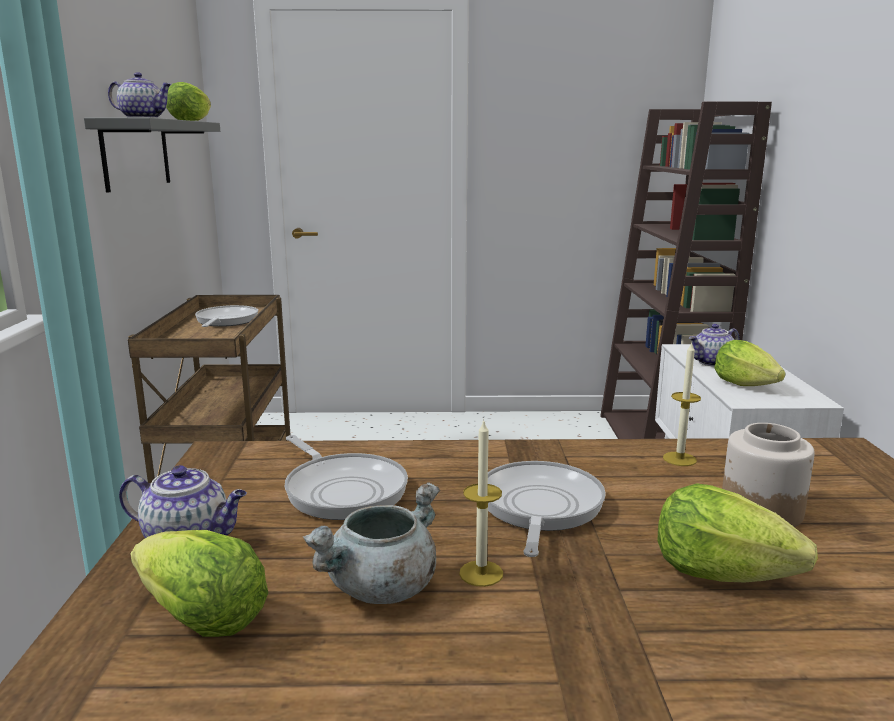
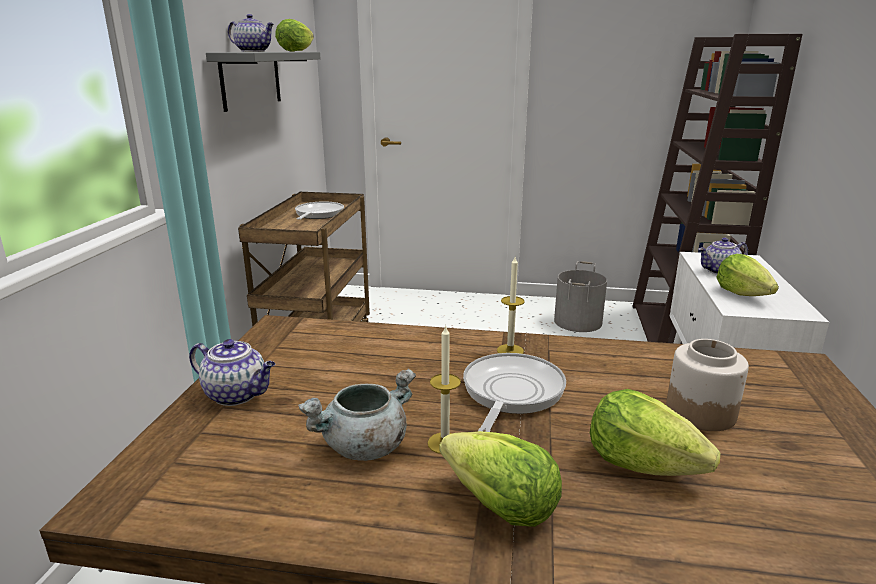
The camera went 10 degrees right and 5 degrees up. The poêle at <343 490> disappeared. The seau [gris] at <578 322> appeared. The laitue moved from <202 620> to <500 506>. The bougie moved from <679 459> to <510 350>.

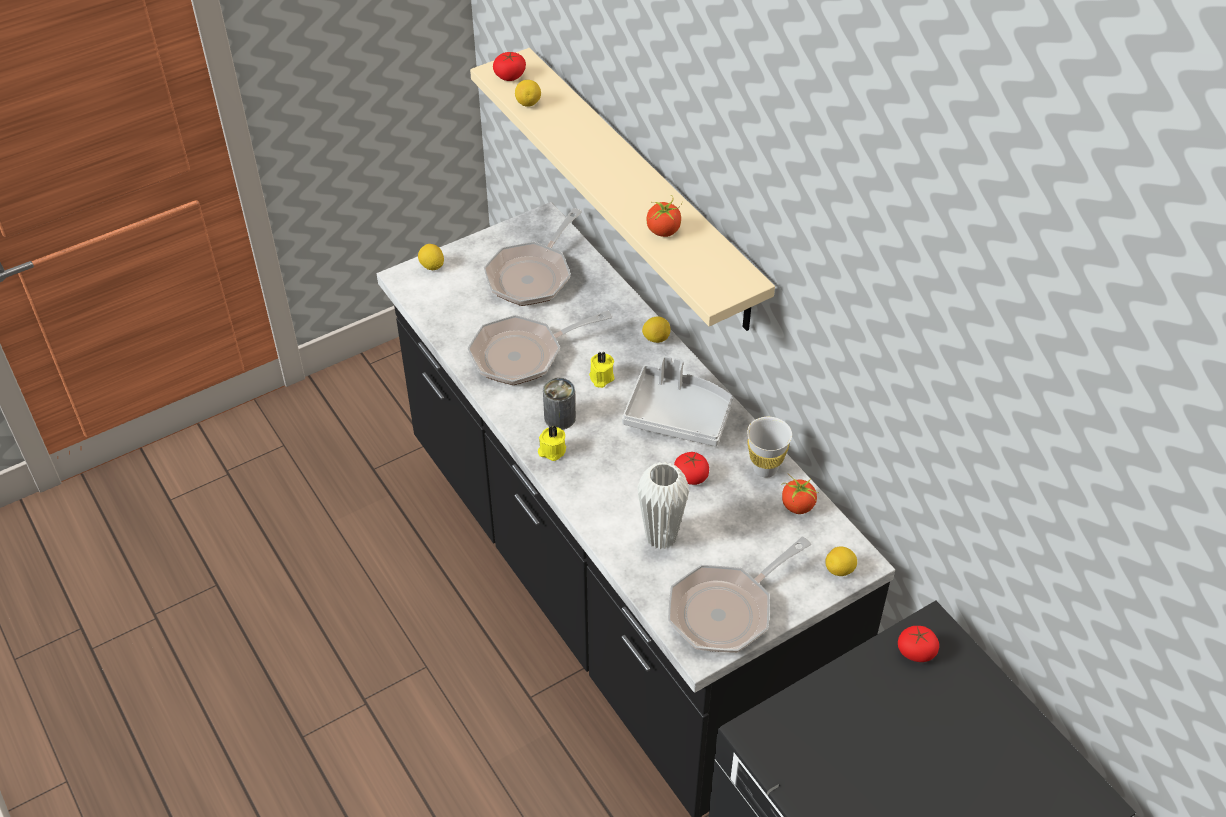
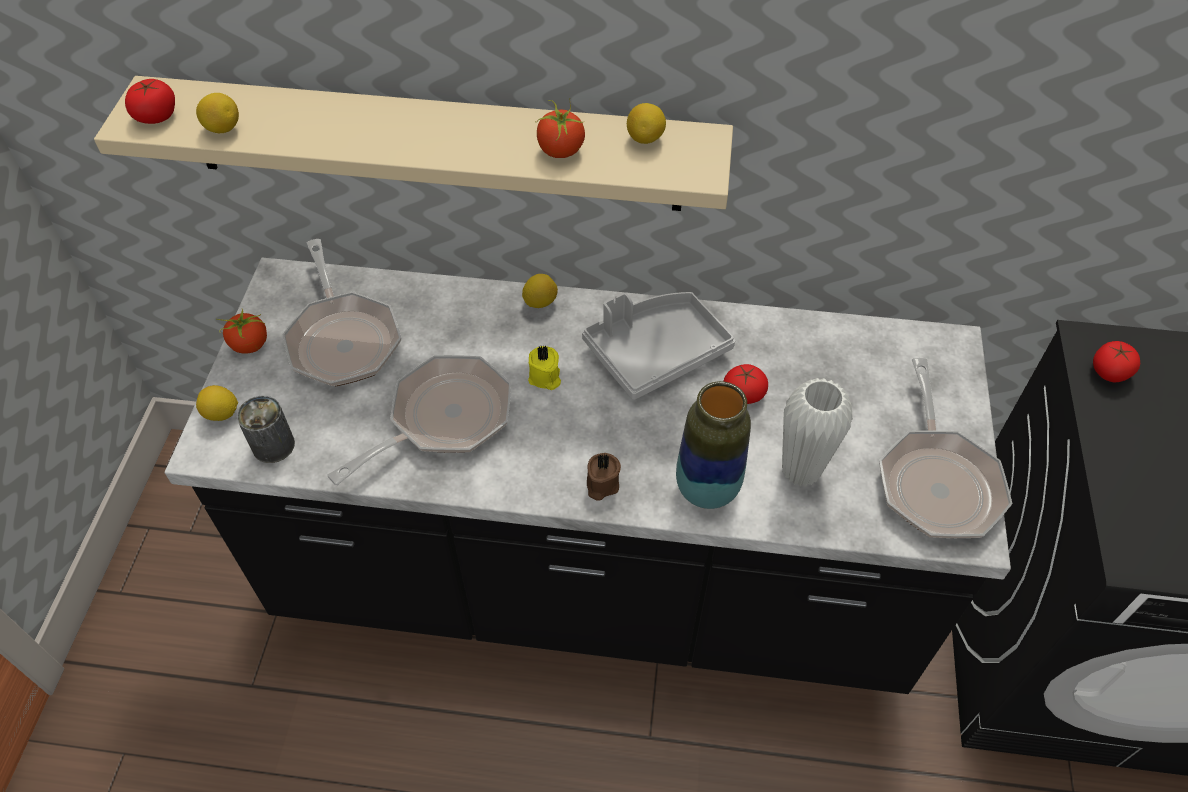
The camera went 50 degrees left and 5 degrees up. The tasse [blanc] at <765 468> disappeared. The vase at <707 489> appeared. The boîte métallique moved from <560 417> to <273 445>. The tomate moved from <797 506> to <249 345>. The citron moved from <839 570> to <645 139>. The bougie [jaune] at <552 451> became the bougie [marron] at <601 485>. The poêle at <523 354> turned 150 degrees counterclockwise.

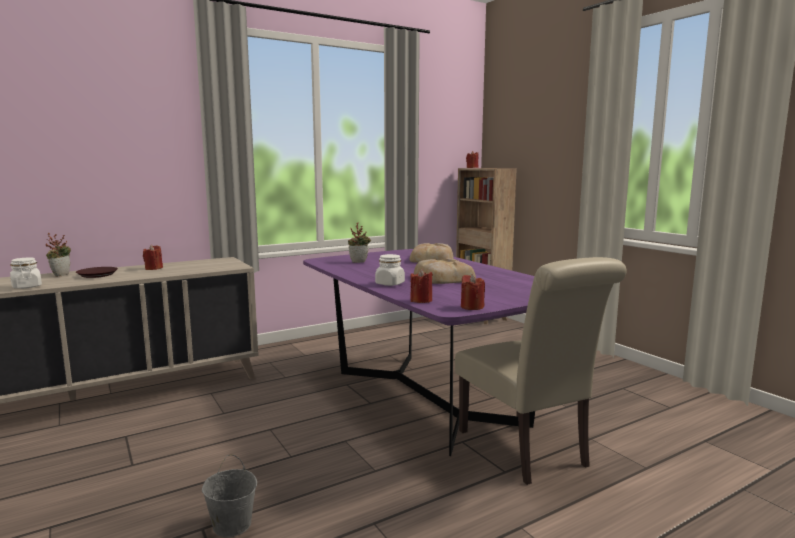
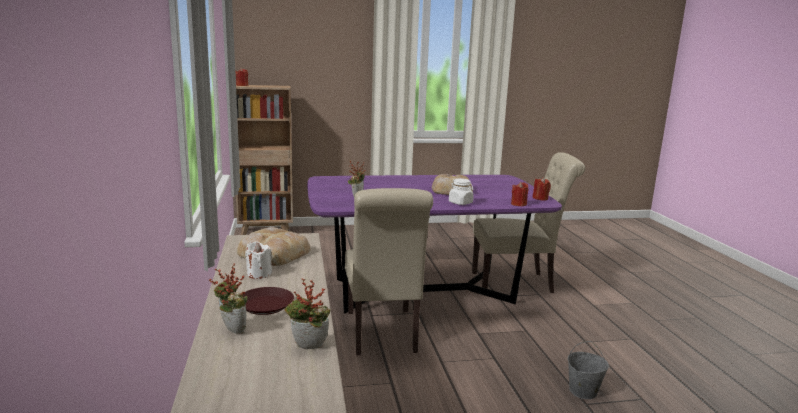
The camera went 70 degrees left and 5 degrees up. The chaise [beige] at <382 334> appeared. The pain moved from <432 259> to <273 253>. The bocal [blanc] at <26 286> was replaced by the plante en pot at <308 348>. The bougie [rouge] at <154 268> became the bougie [blanc] at <259 274>.

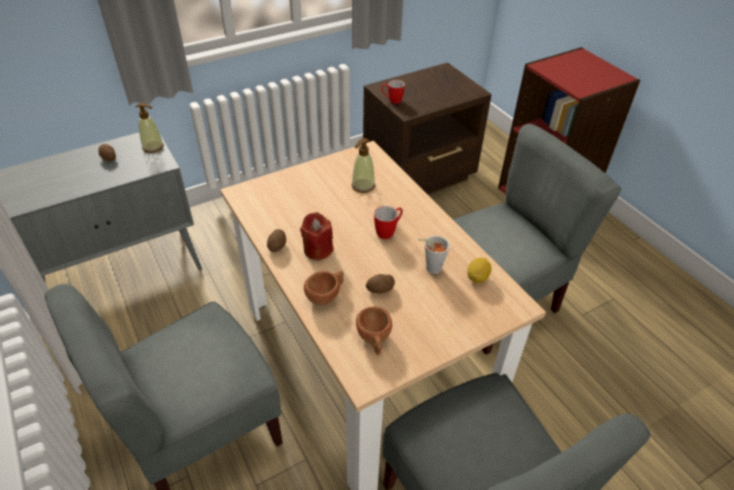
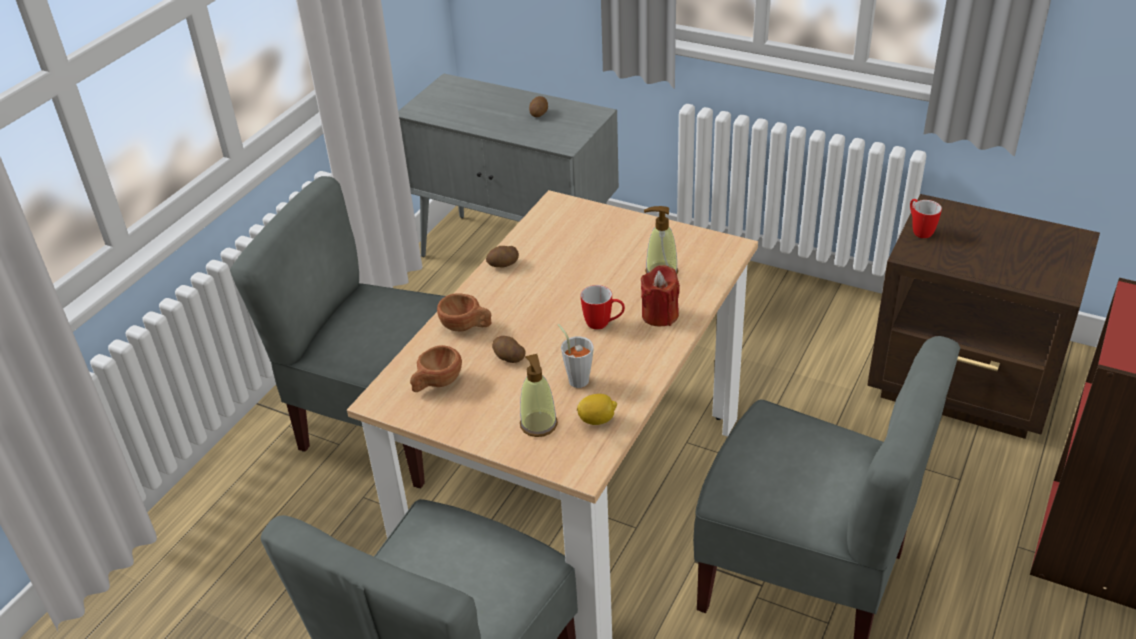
The camera went 60 degrees right and 5 degrees down. The distributeur de savon moved from <153 147> to <538 424>. The bougie [rouge] moved from <318 250> to <660 315>.

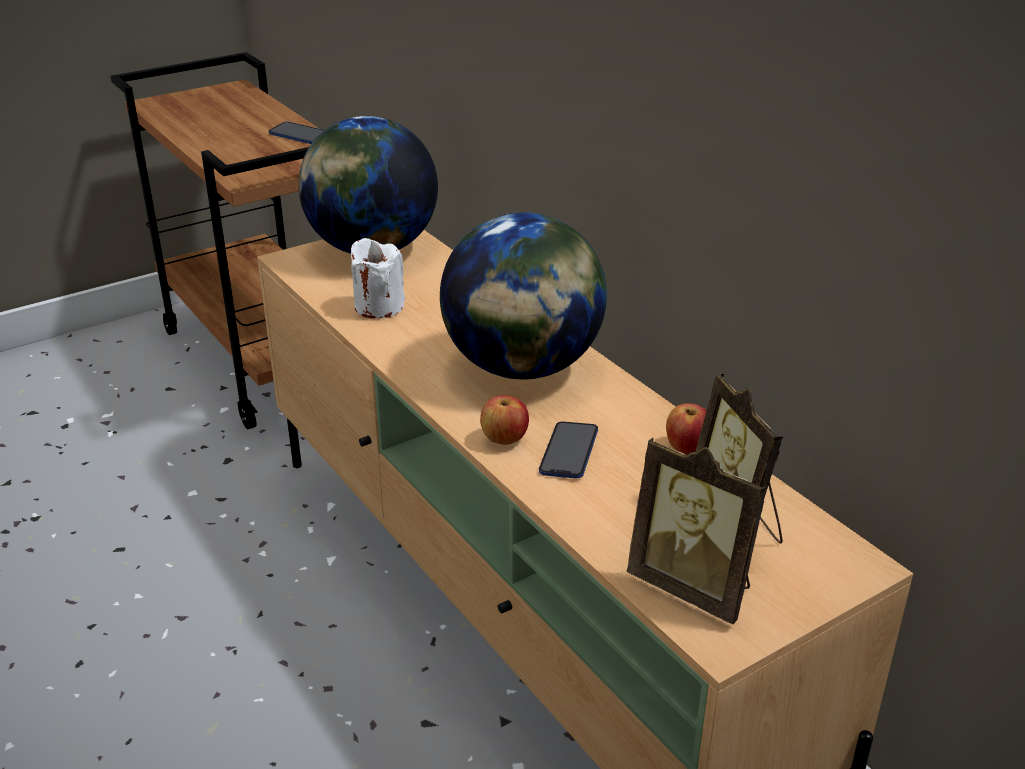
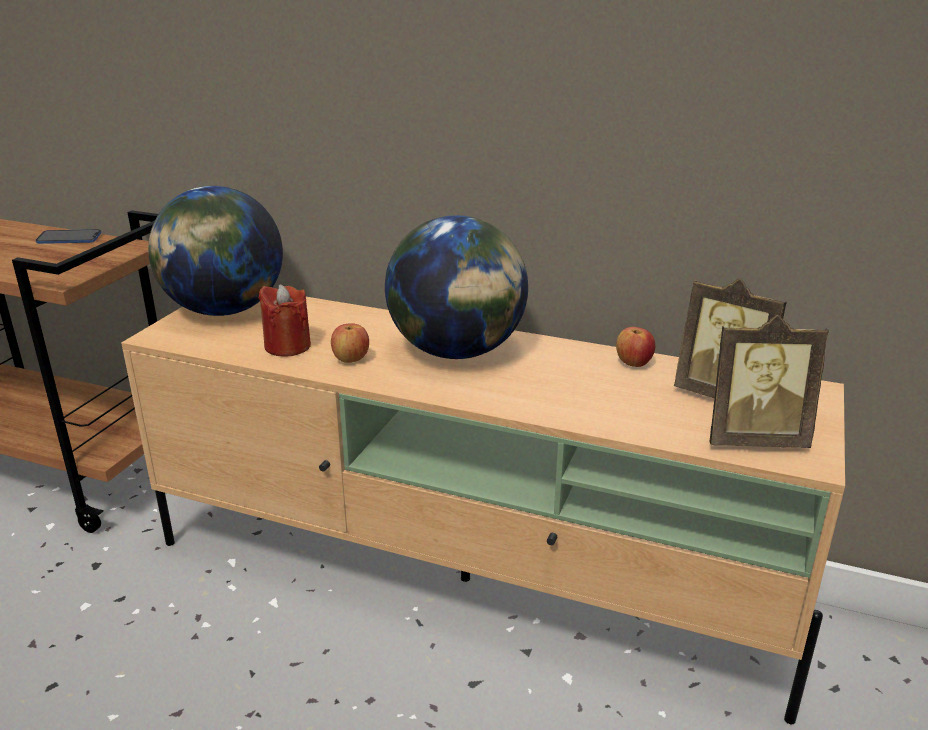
The camera went 35 degrees left and 5 degrees down. The téléphone at <569 452> disappeared. The pomme moved from <504 439> to <351 359>. The bougie [blanc] at <379 306> became the bougie [rouge] at <287 346>.

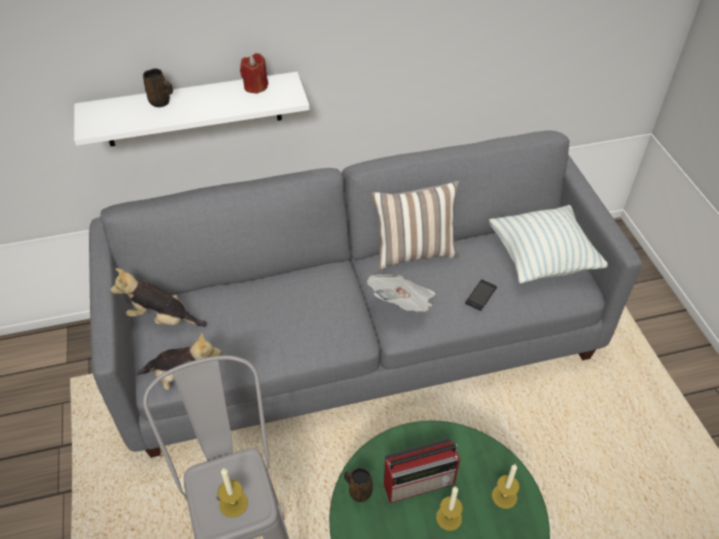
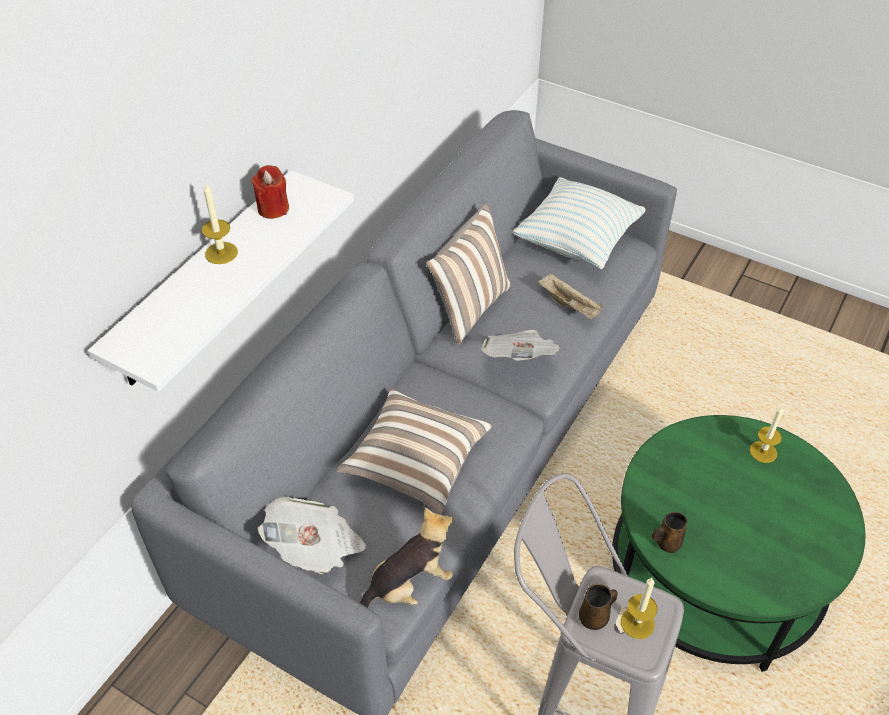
The camera went 45 degrees left and 0 degrees up. The radio at <420 483> disappeared. The coussin at <416 462> appeared. The mug [marron] moved from <161 102> to <595 617>. The bougie moved from <449 518> to <221 253>. The peluche at <163 319> was replaced by the journal at <316 548>. The téléphone at <481 295> was replaced by the plateau [beige] at <570 305>.

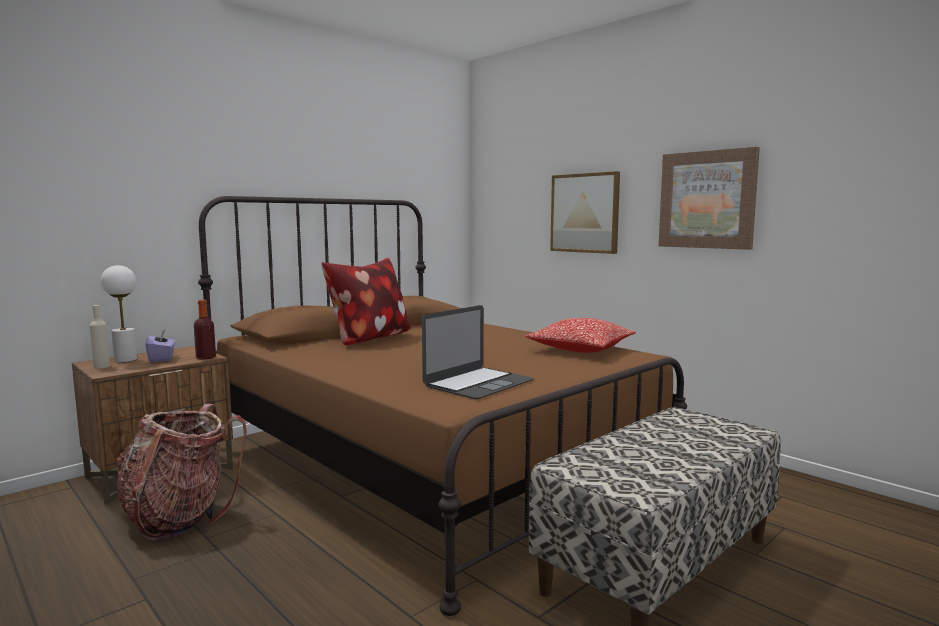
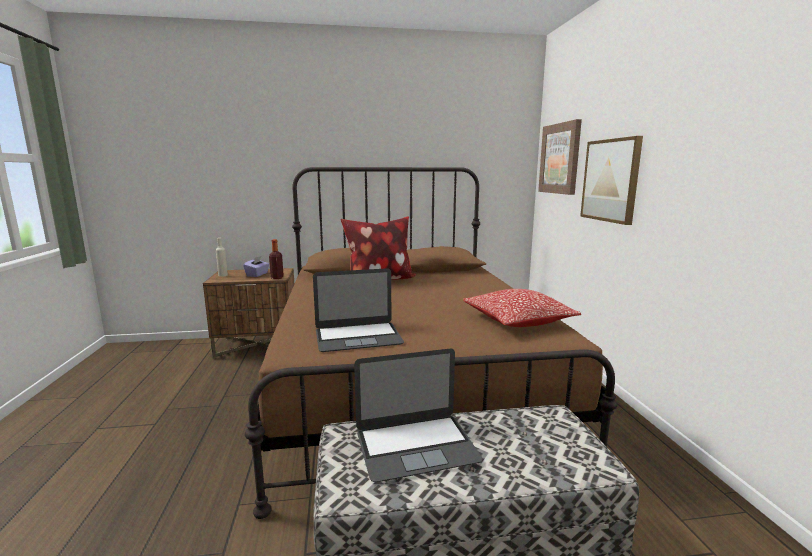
The camera went 35 degrees right and 5 degrees up. The lampe de table [blanc] at <125 360> disappeared. The sac à dos at <179 517> disappeared. The ordinateur portable at <416 446> appeared. The tableau moved from <707 200> to <560 158>.

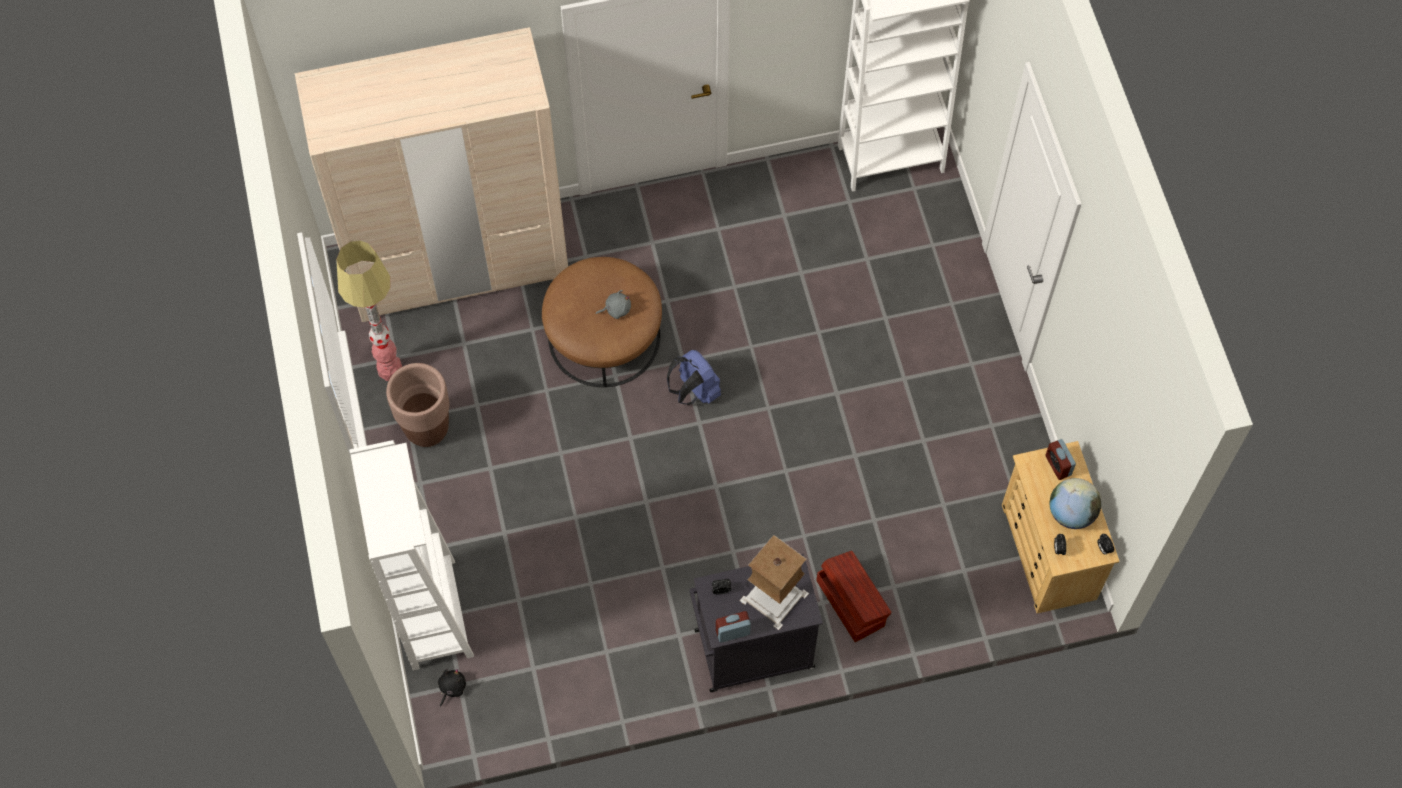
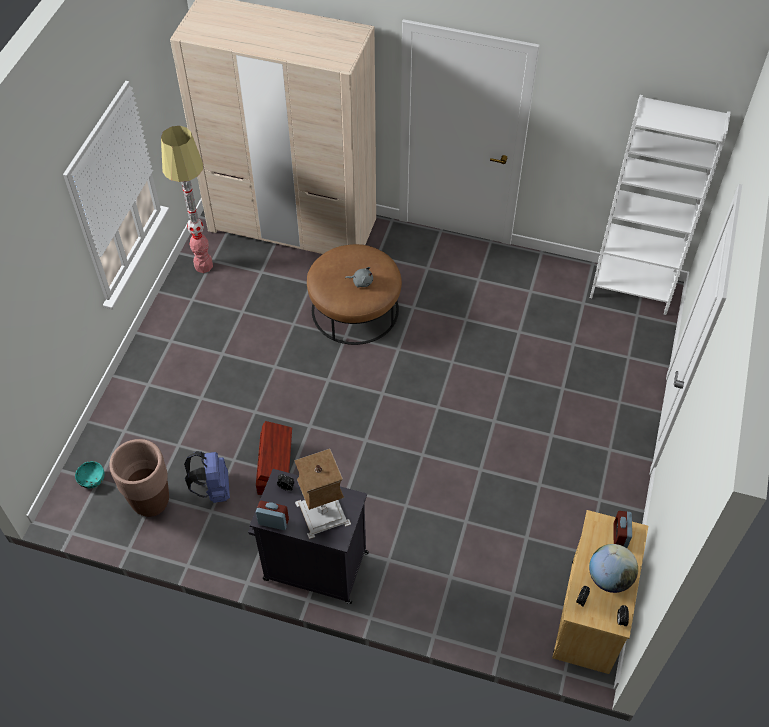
The camera went 30 degrees right and 10 degrees down. The bibliothèque [blanc] at <433 614> disappeared. The cache-pot [marron] moved from <426 429> to <150 501>. The sac à dos [bleu] moved from <694 391> to <213 489>. The boîte de rangement [marron] moved from <851 602> to <275 467>. The peluche [noir] at <451 688> was replaced by the bol [turquoise] at <91 479>.

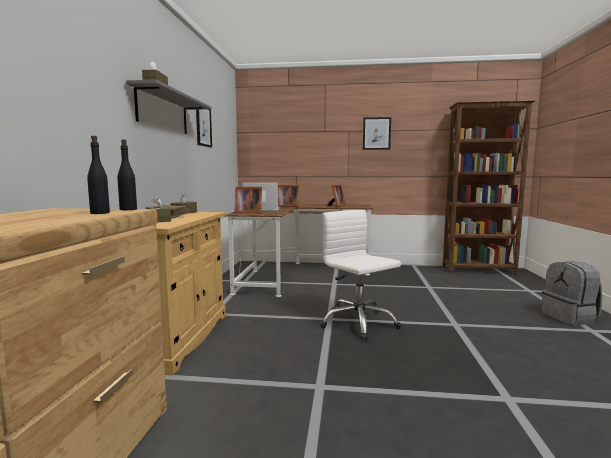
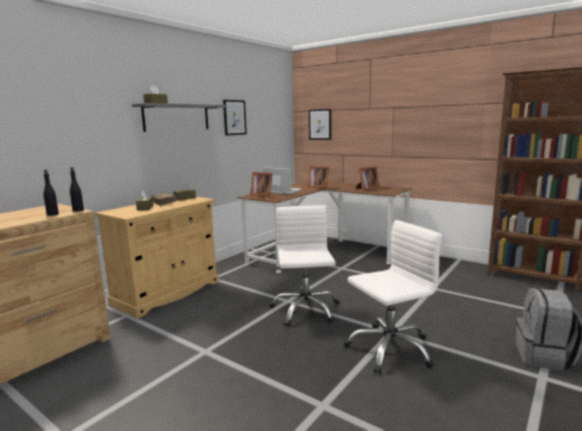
The camera went 30 degrees right and 5 degrees up. The chaise de bureau [blanc] at <389 349> appeared. The tableau moved from <376 133> to <320 124>.

